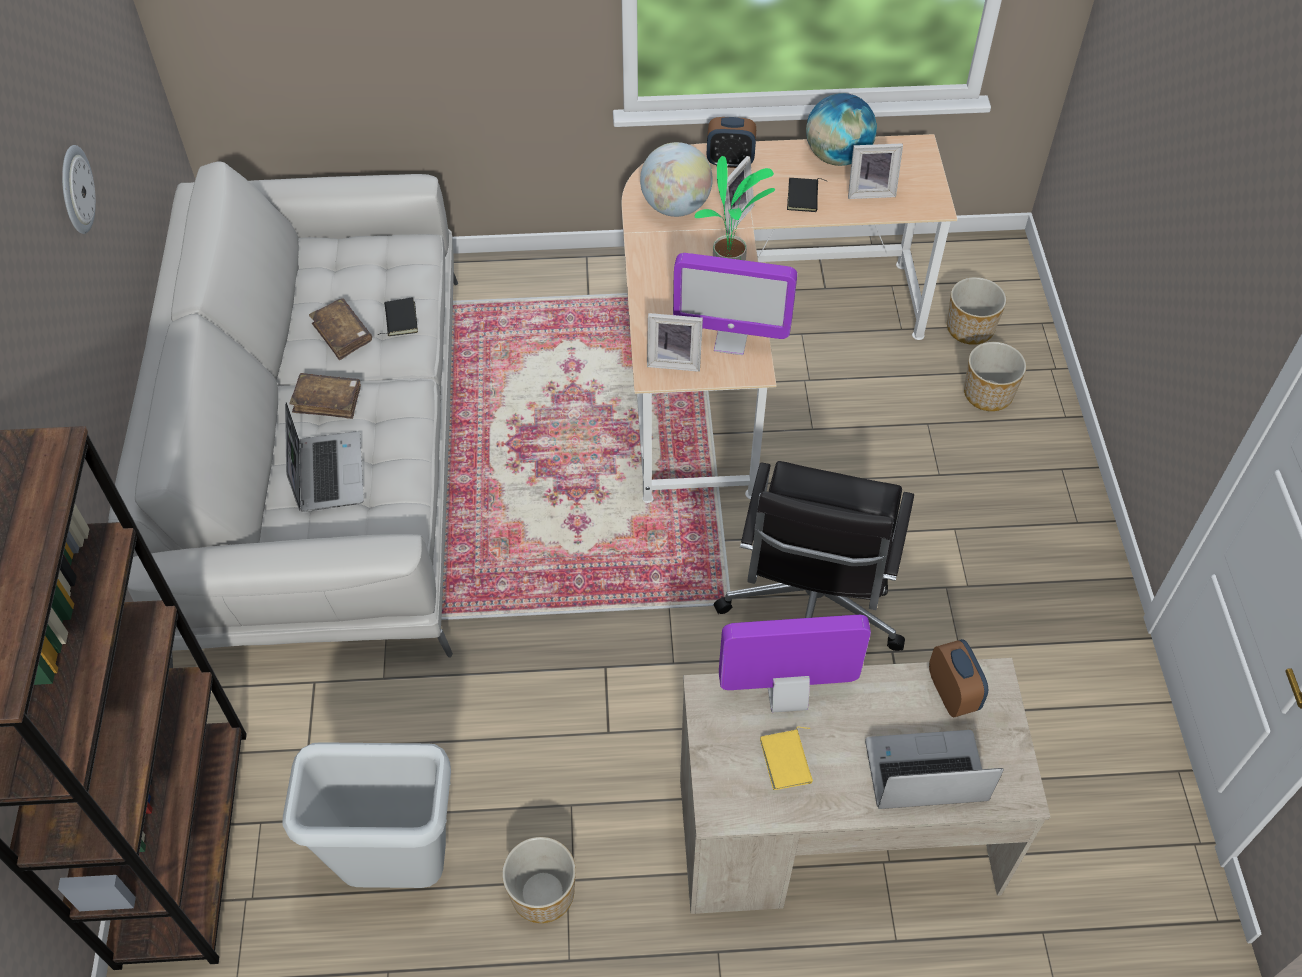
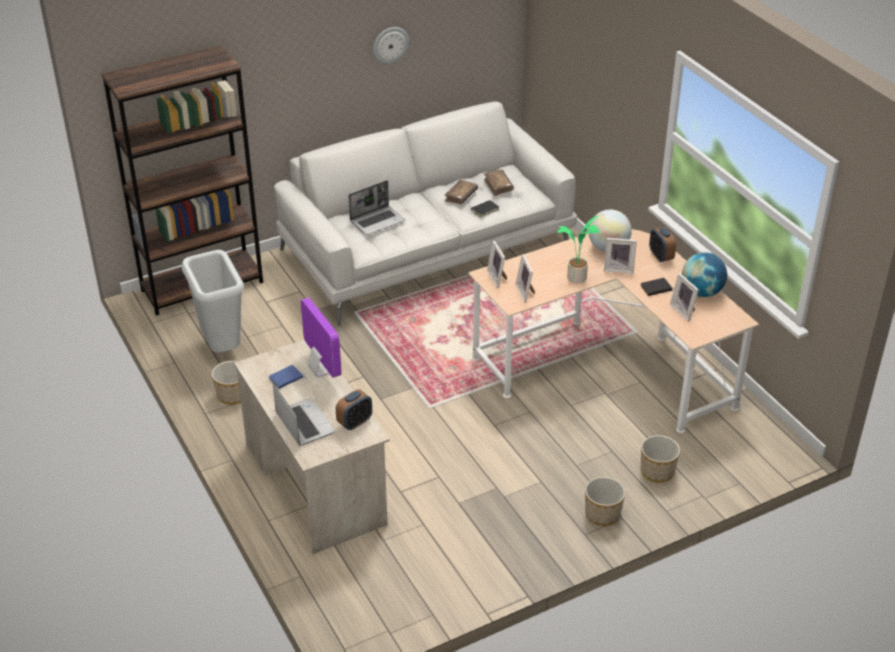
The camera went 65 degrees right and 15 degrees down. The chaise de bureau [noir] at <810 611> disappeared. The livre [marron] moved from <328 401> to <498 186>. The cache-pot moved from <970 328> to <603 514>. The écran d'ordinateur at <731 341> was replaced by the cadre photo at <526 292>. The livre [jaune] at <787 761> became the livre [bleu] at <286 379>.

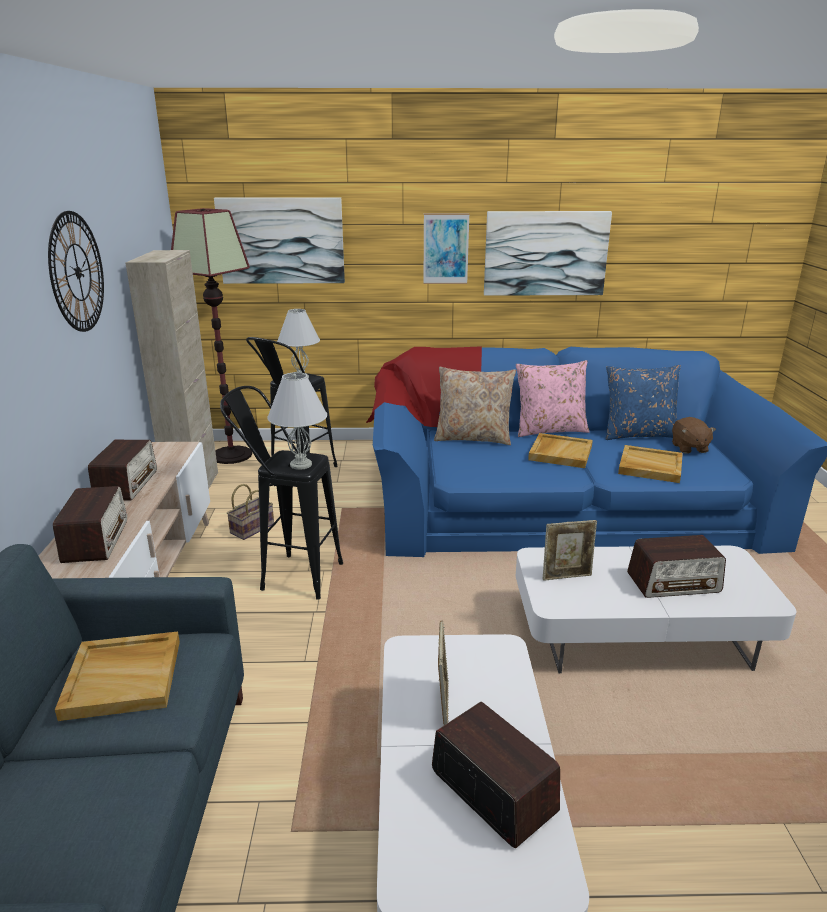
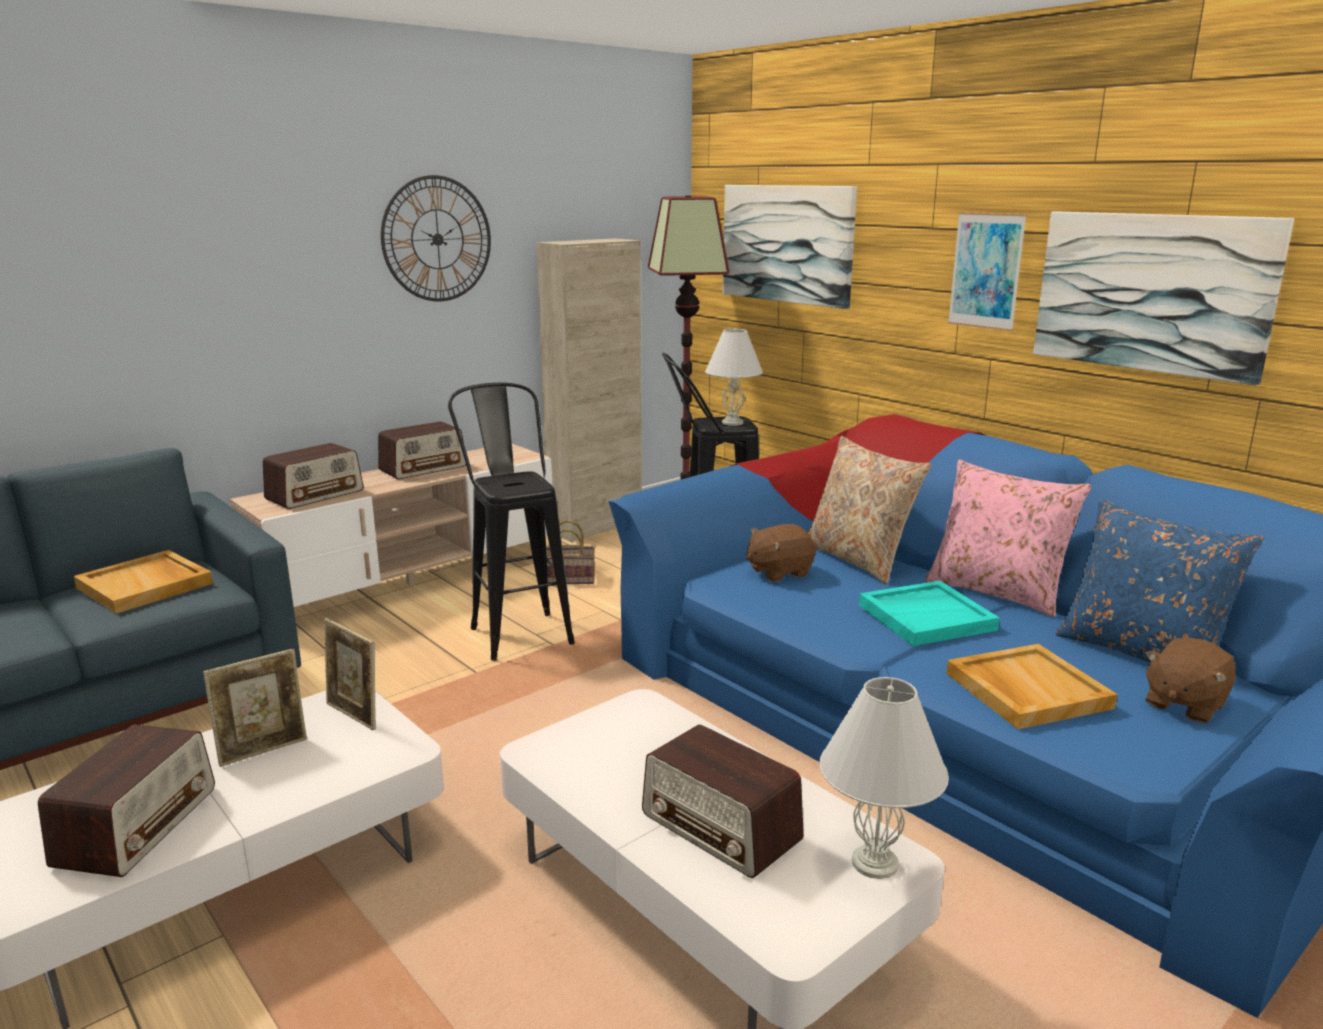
The camera went 50 degrees right and 5 degrees down. The peluche [marron] at <778 572> appeared. The lampe de table [blanc] moved from <300 464> to <874 862>. The cadre photo moved from <566 576> to <354 715>. The plateau [beige] at <560 453> became the plateau [turquoise] at <926 617>.

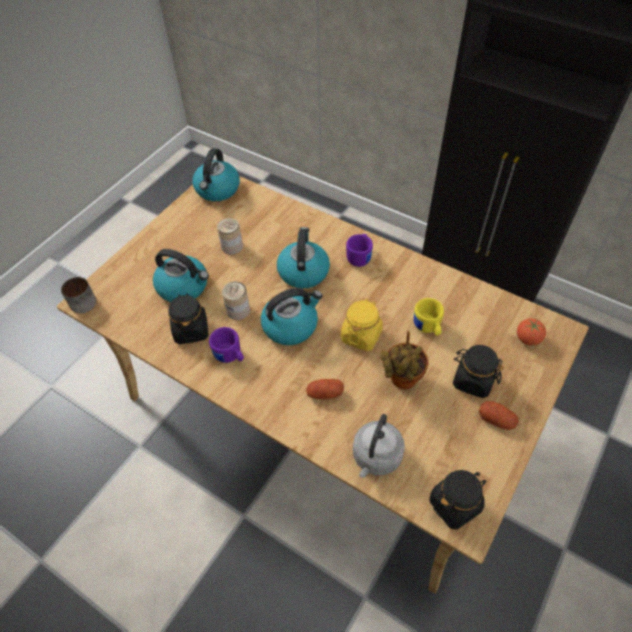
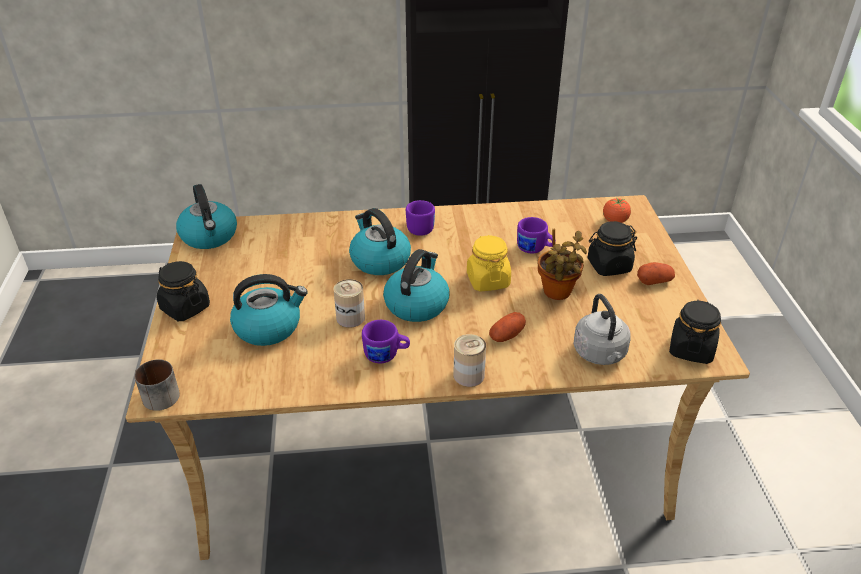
The camera went 40 degrees left and 15 degrees down. The bocal [noir] moved from <191 330> to <185 308>. The boîte métallique moved from <232 246> to <468 375>. The mug [jaune] at <427 328> became the mug [violet] at <535 249>.

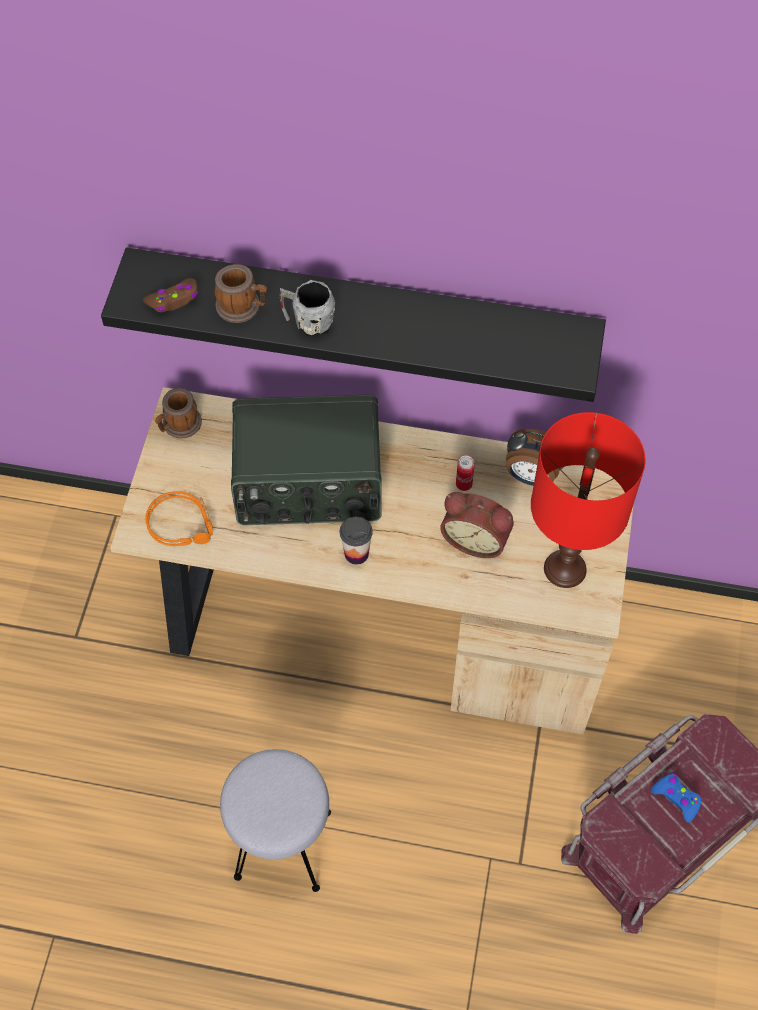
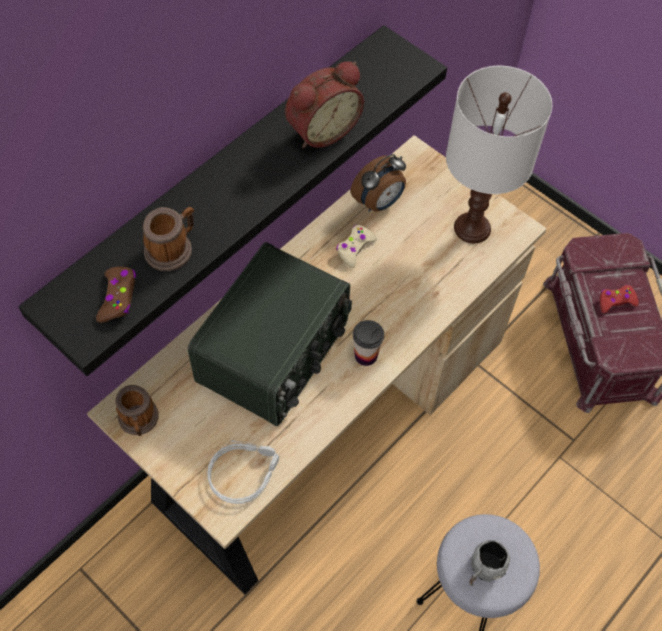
The camera went 60 degrees left and 0 degrees up. The mug [gris] moved from <308 322> to <482 570>. The réveil moved from <476 538> to <321 129>. The boîte métallique at <464 484> was replaced by the manette [beige] at <355 248>. The casque audio [orange] at <183 524> became the casque audio [gris] at <243 471>. The lampe de table [rouge] at <564 569> became the lampe de table [blanc] at <472 228>. The manette [bleu] at <676 798> became the manette [rouge] at <616 301>.

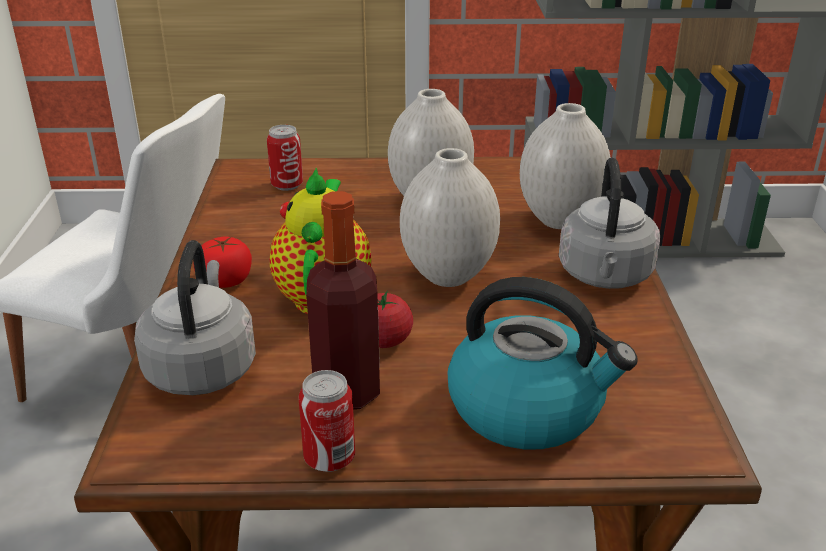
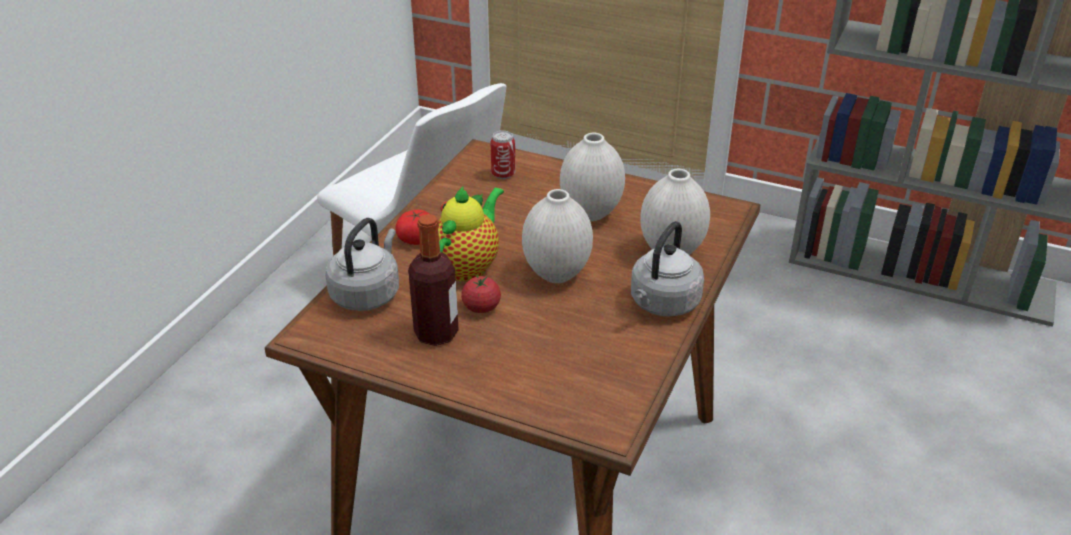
The camera went 25 degrees right and 5 degrees up. The boîte métallique at <329 458> disappeared. The bouilloire at <528 408> disappeared.

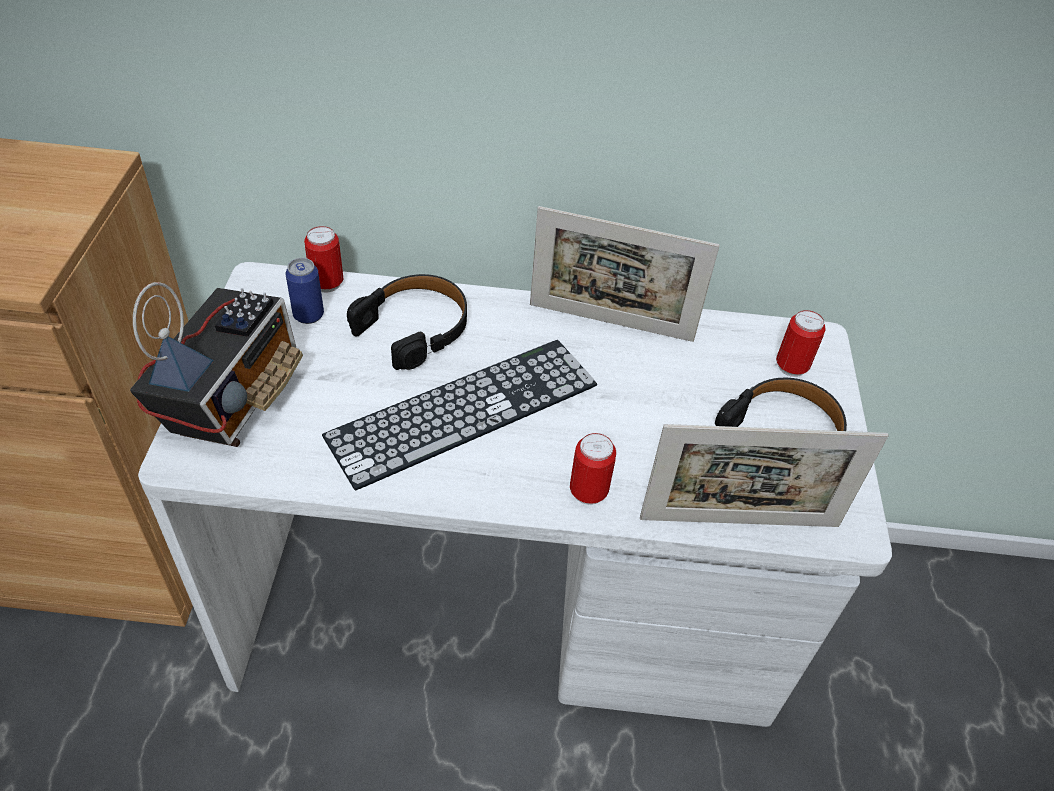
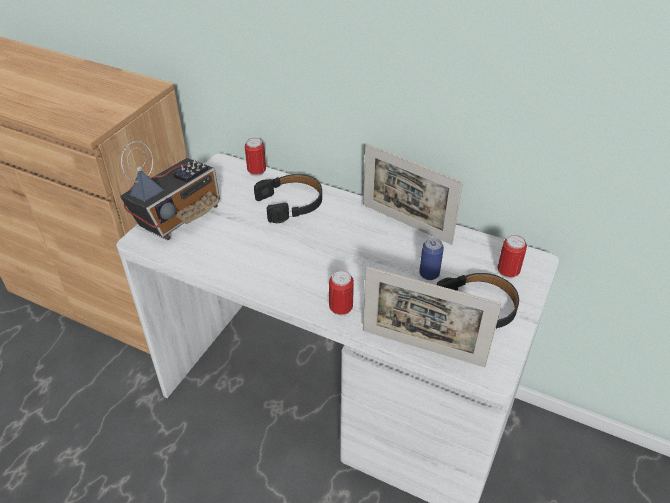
The camera went 25 degrees right and 5 degrees down. The clavier at <464 410> disappeared. The boîte métallique moved from <308 315> to <429 274>.

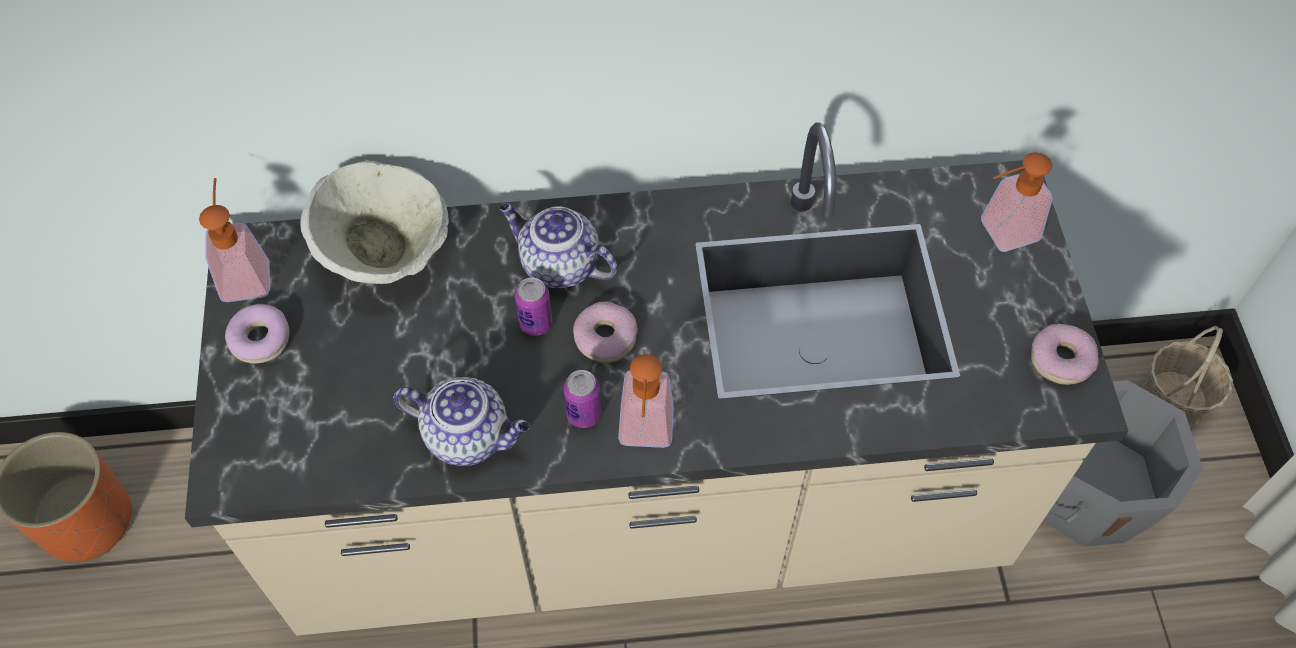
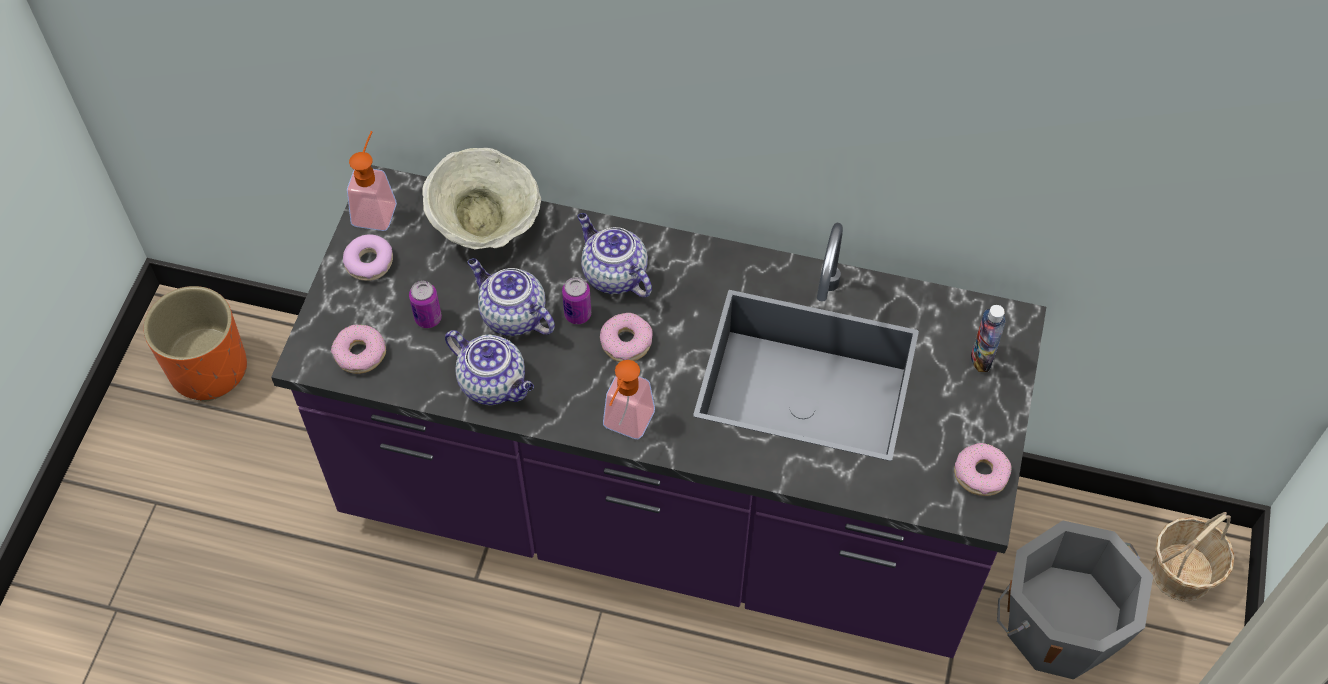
The camera went 20 degrees right and 0 degrees up. The beignet at <360 353> appeared. The théière at <512 315> appeared. The boîte métallique moved from <584 414> to <428 318>. The distributeur de savon at <999 233> was replaced by the bouteille at <981 358>. The comptoir de cuisine [beige] at <648 510> became the comptoir de cuisine [violet] at <663 510>.

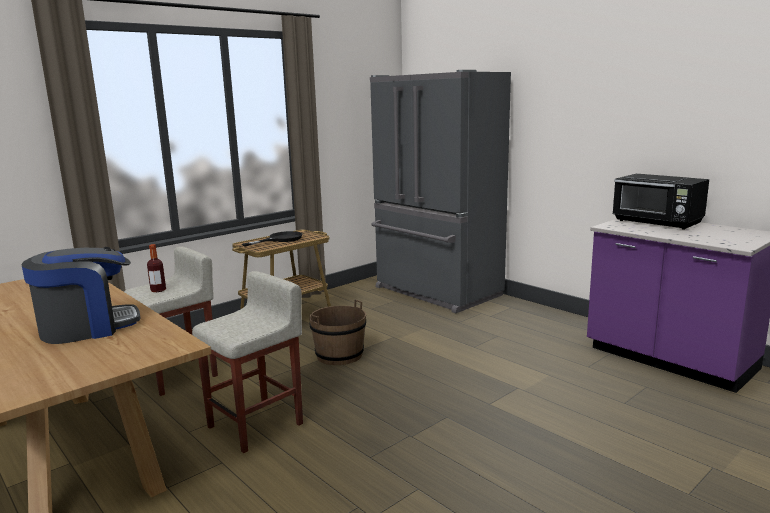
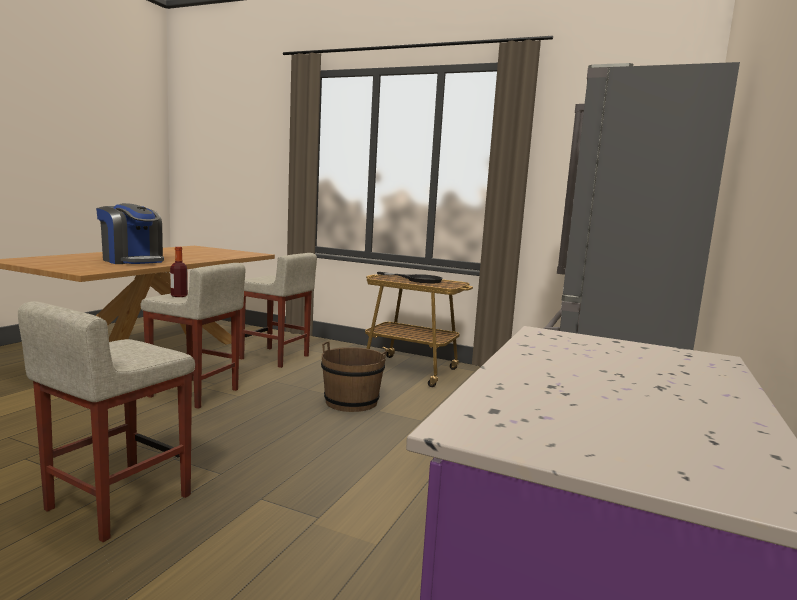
The camera went 65 degrees right and 5 degrees down. The micro-ondes [noir] at <657 222> disappeared. The tabouret [beige] at <117 503> appeared. The bouteille moved from <158 290> to <179 296>.

